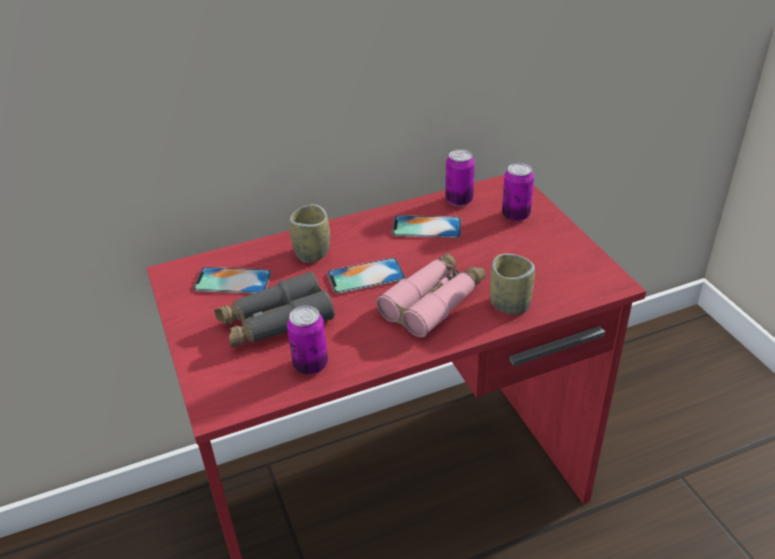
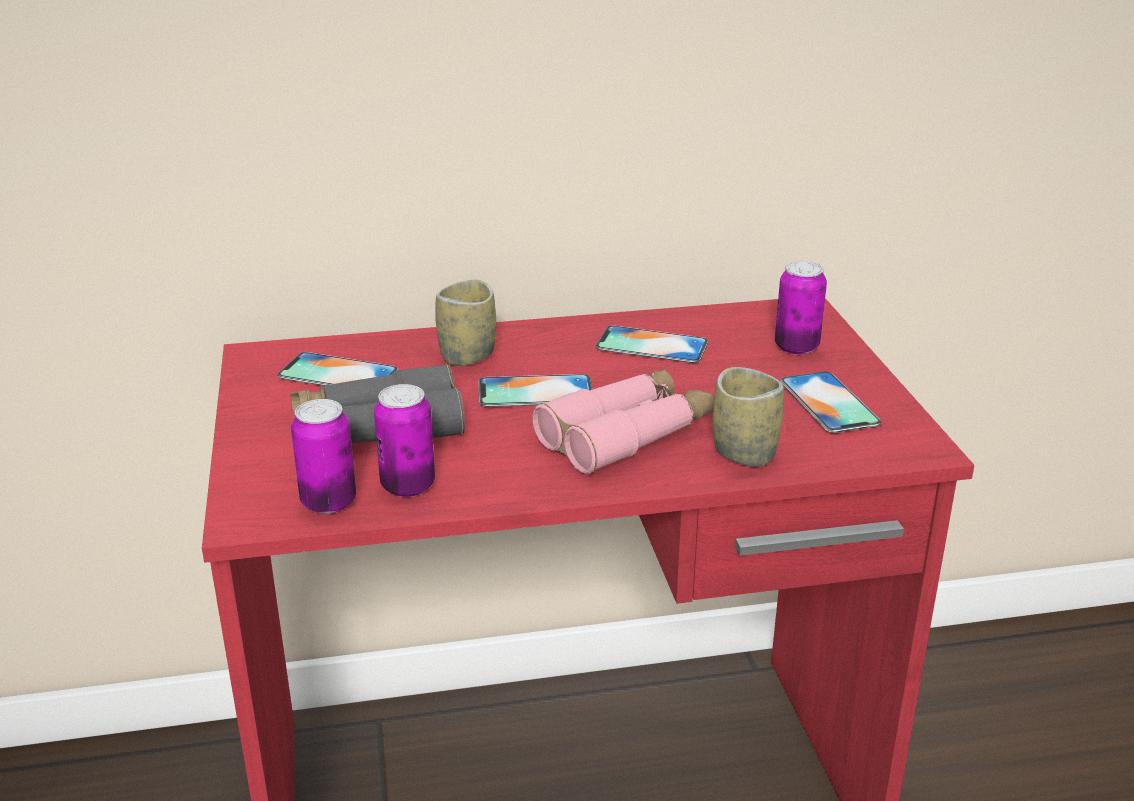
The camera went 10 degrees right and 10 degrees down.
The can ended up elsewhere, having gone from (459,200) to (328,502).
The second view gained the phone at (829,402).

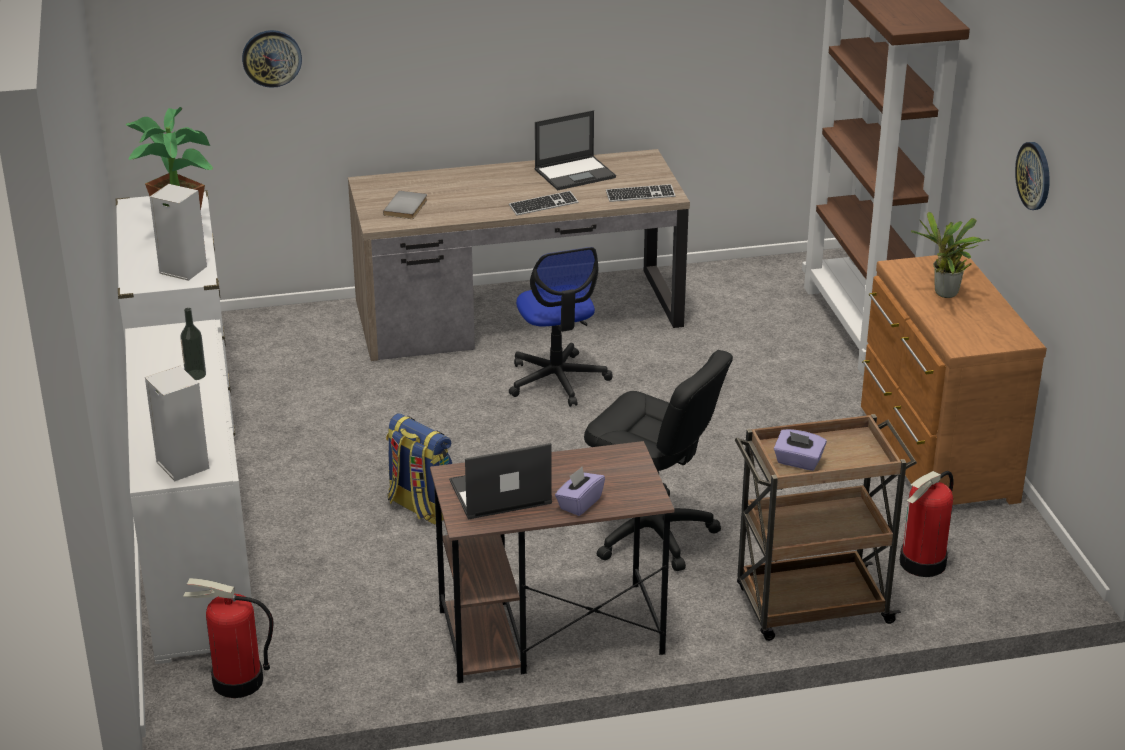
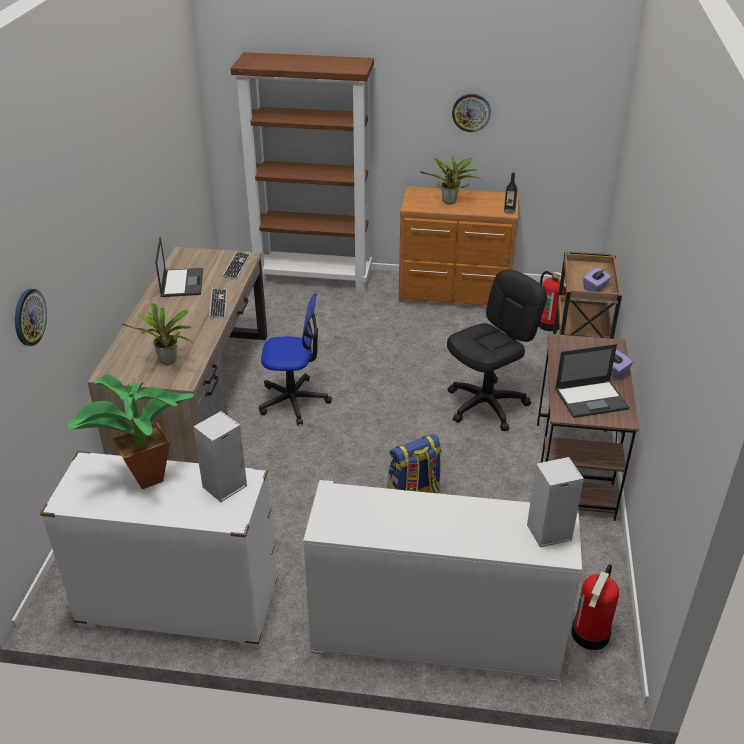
The camera went 70 degrees left and 5 degrees up.
Where the grey_book stood at (407,207), the potted_plant came to stand at (169,362).
The bottle ended up elsewhere, having gone from (195,375) to (509,211).
The laptop at (499,493) ended up facing another way, 105 degrees counterclockwise from before.

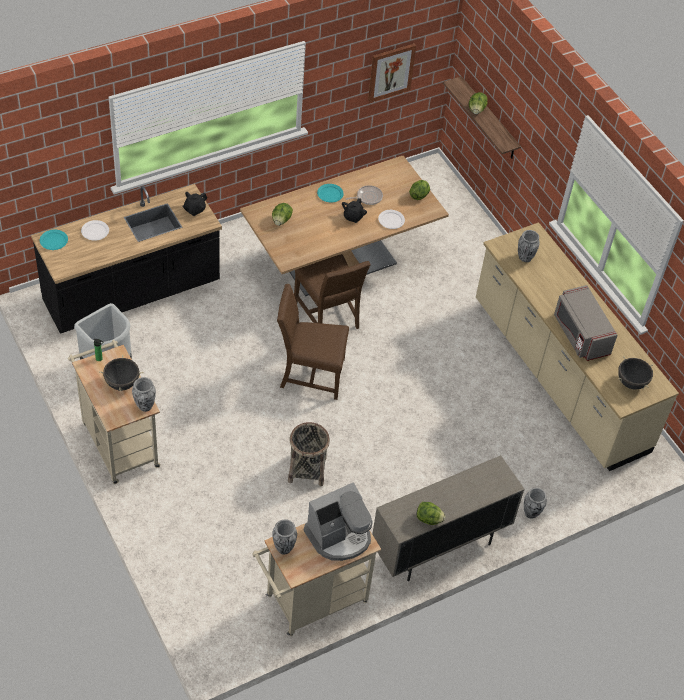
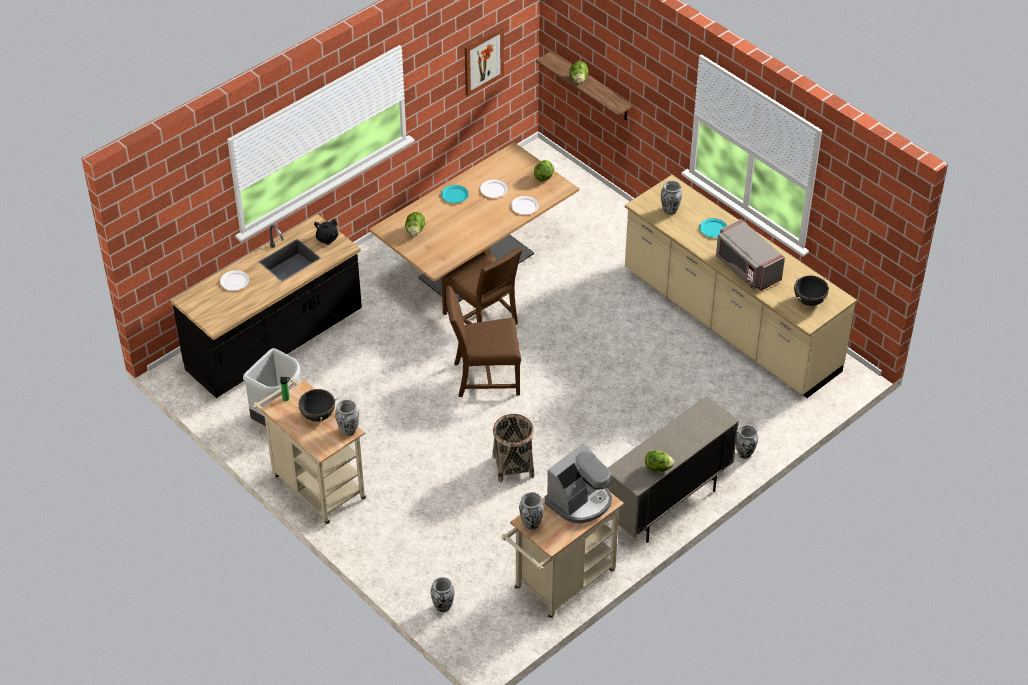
The camera went 10 degrees left and 5 degrees down.
Where the frying_pan stood at (368,197), the white_plate came to stand at (493,190).
The second view lost the black_teapot at (353,217).
The turquoise_plate ended up elsewhere, having gone from (54,240) to (713,229).
The second view gained the vase at (443,607).

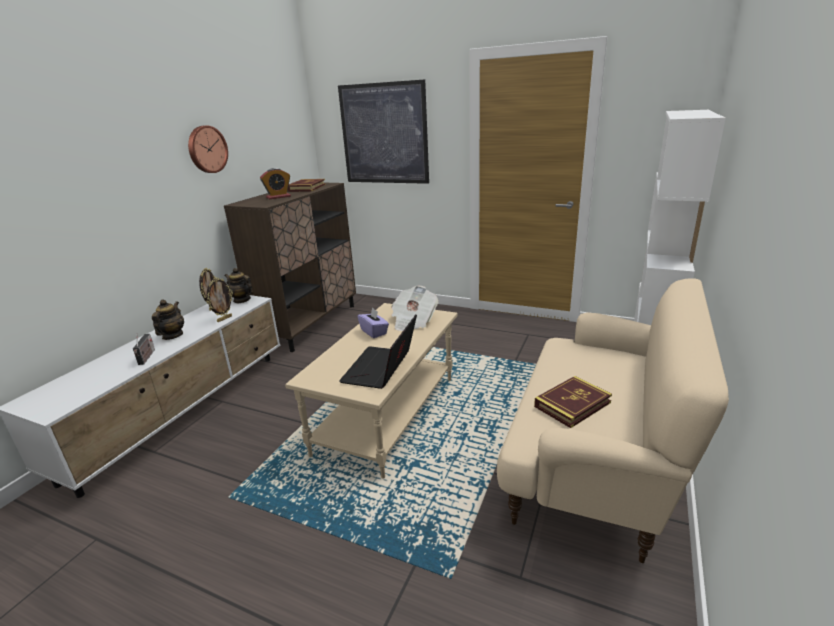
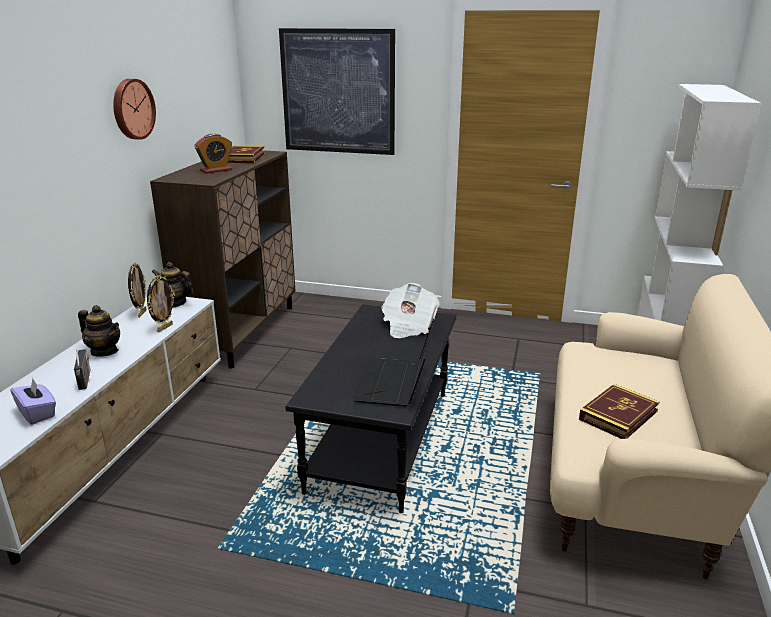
The camera went 10 degrees left and 0 degrees up.
The teapot at (172,336) ended up facing another way, 120 degrees clockwise from before.
What was the beige_coffee_table at (388,415) turned into the black_coffee_table at (383,440).
The purple_tissue_box ended up elsewhere, having gone from (374,332) to (37,413).

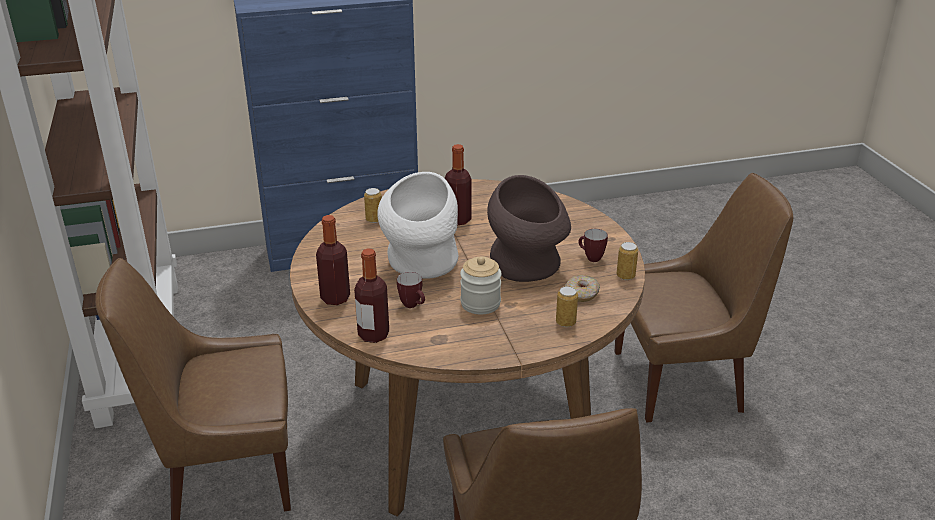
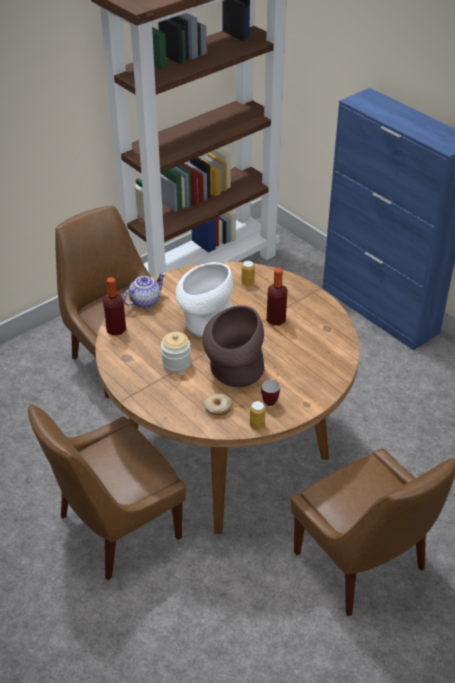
The camera went 65 degrees right and 10 degrees up.
Where the bottle stood at (335,298), the teapot came to stand at (145,301).
The second view lost the mug at (413,306).
The second view lost the can at (565,322).

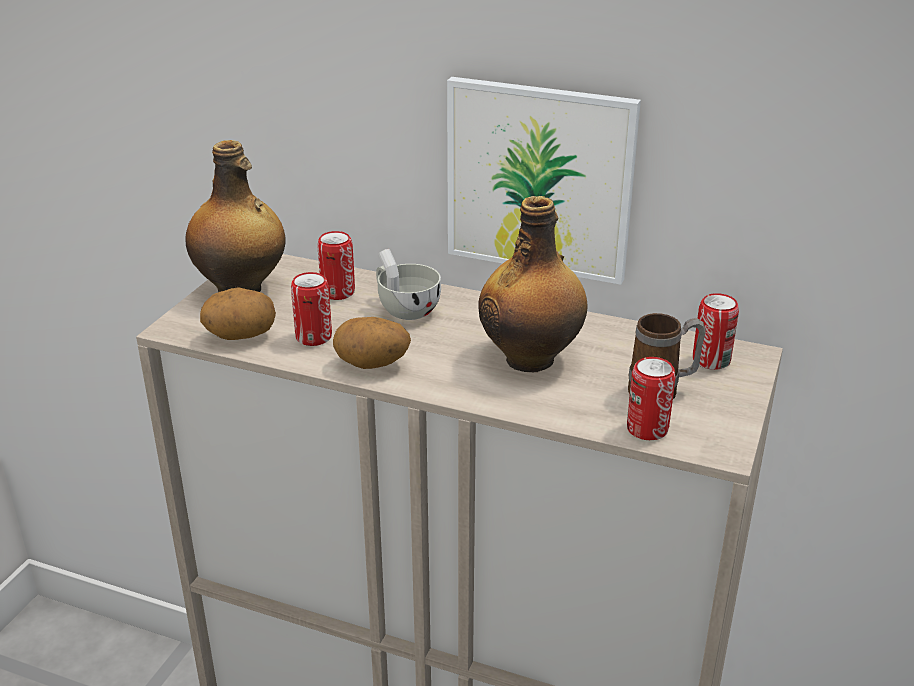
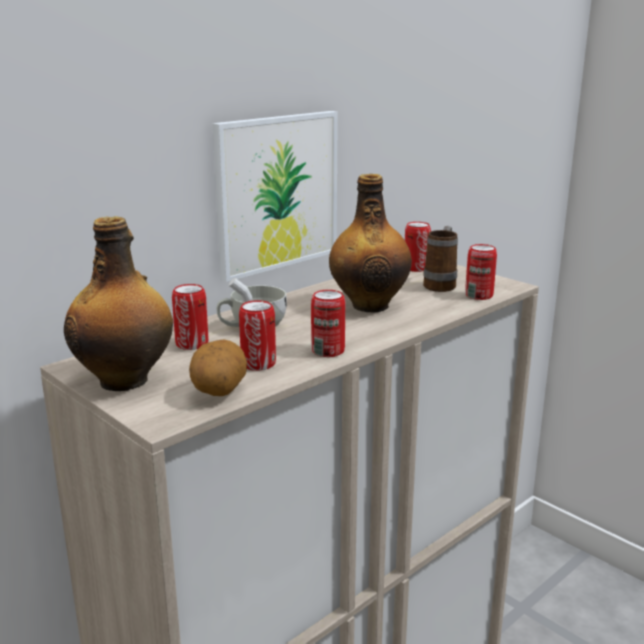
The camera went 65 degrees left and 10 degrees down.
Where the potato stood at (372,365), the can came to stand at (328,351).

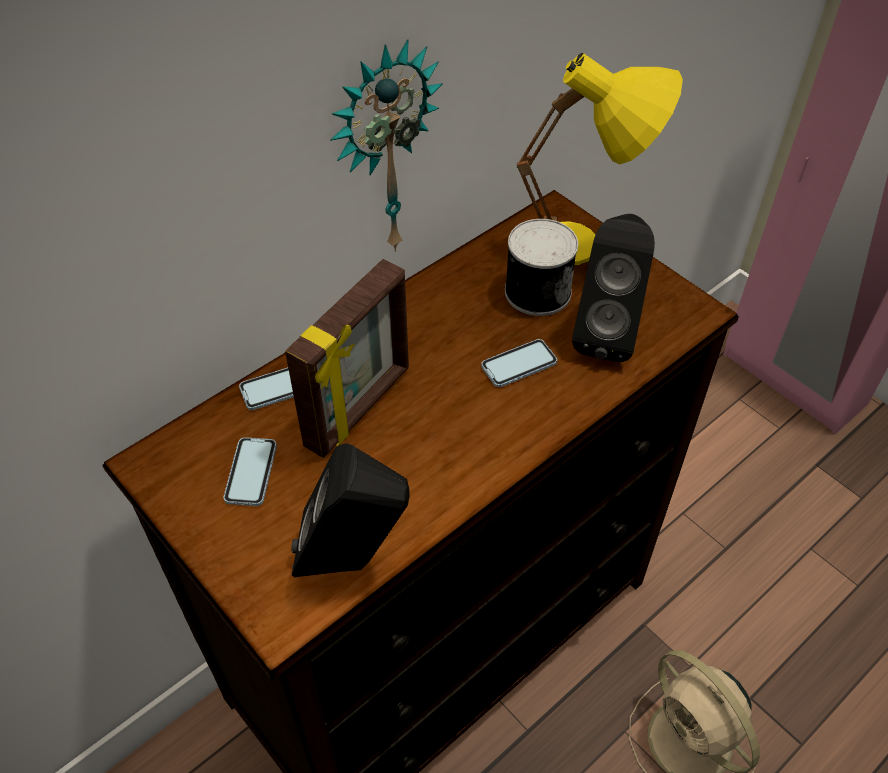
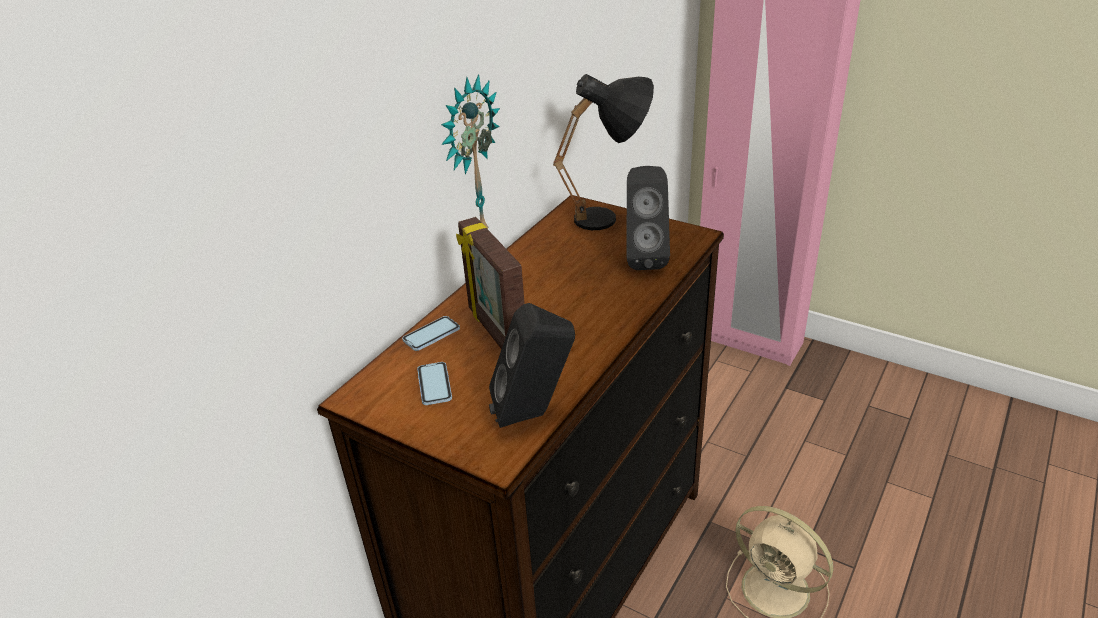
The camera went 15 degrees left and 15 degrees down.
What was the yellow_table_lamp at (590,249) turned into the black_table_lamp at (611,219).
The second view lost the can at (536,290).
The picture_frame at (360,408) ended up facing another way, 135 degrees clockwise from before.
The second view lost the phone at (519,365).

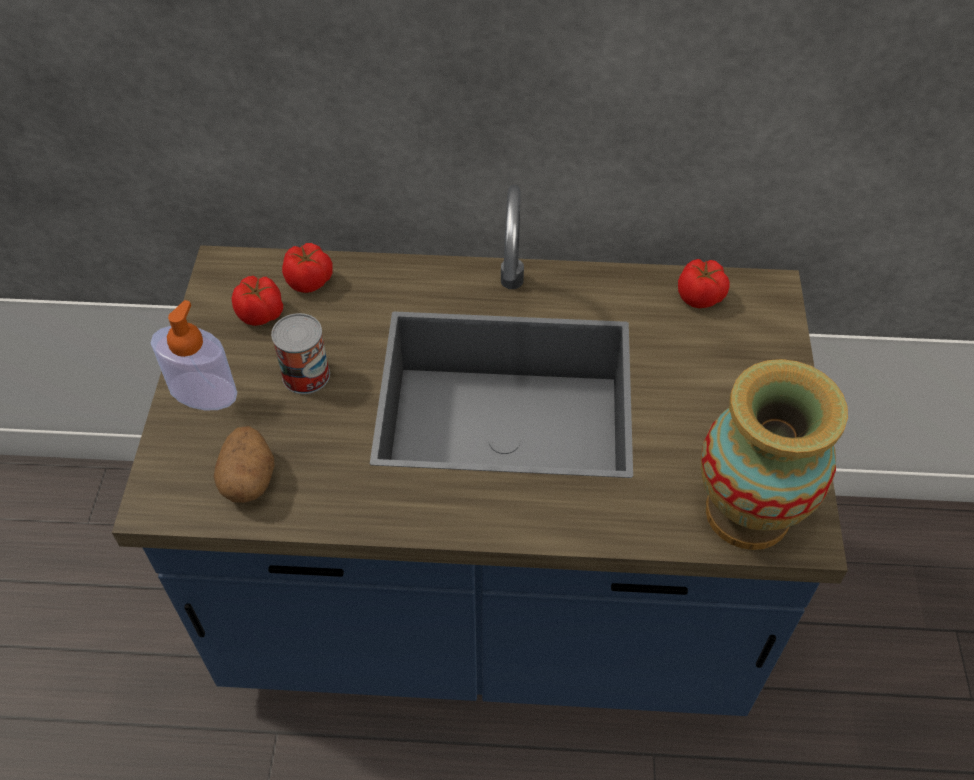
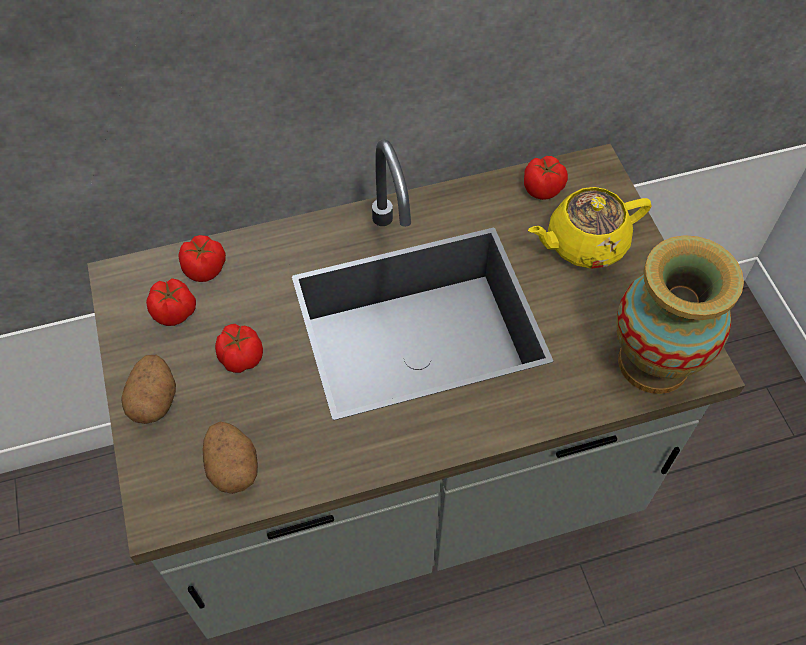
The camera went 20 degrees left and 5 degrees up.
What was the blue_counter at (487,604) turned into the grey_counter at (402,487).
Where the soap_dispenser stood at (203,391), the potato came to stand at (154,400).
Where the can stood at (306,375), the tomato came to stand at (241,356).
The second view gained the yellow_teapot at (584,243).

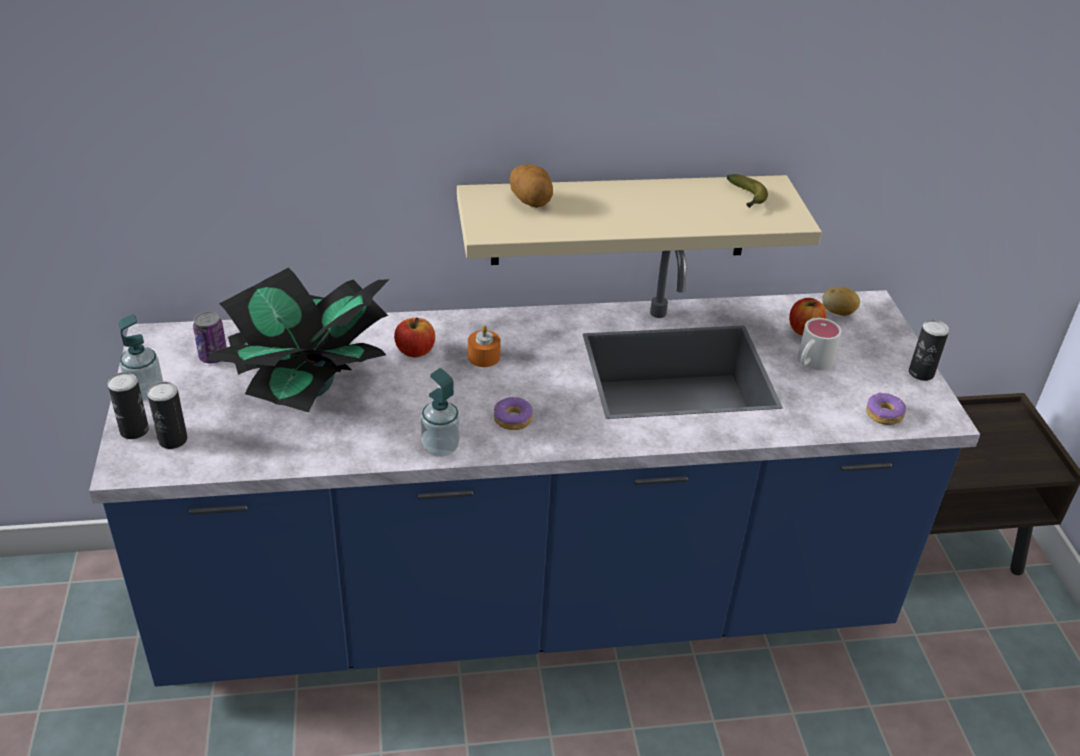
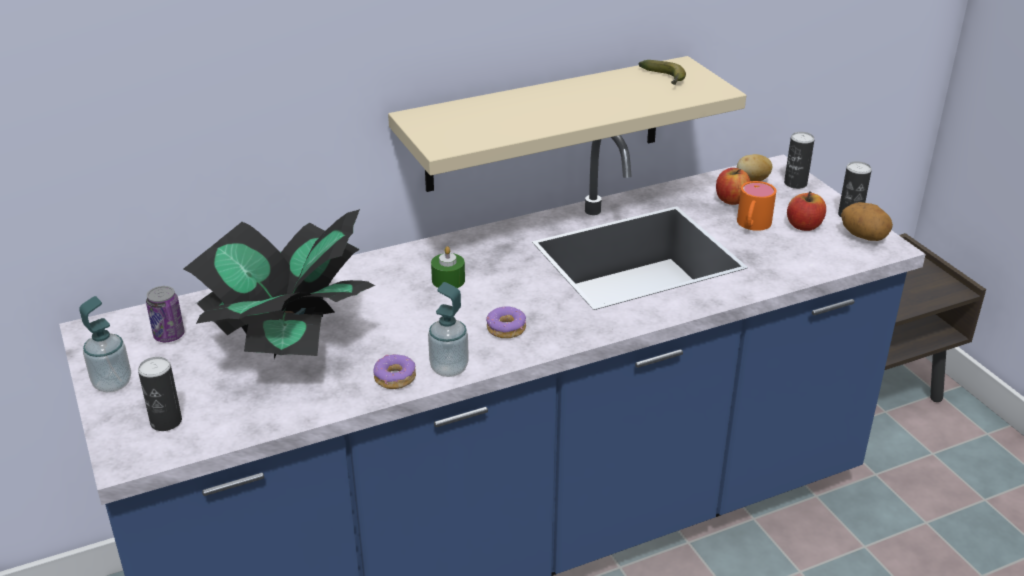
The camera went 15 degrees left and 5 degrees down.
The potato ended up elsewhere, having gone from (531,202) to (864,236).
The apple ended up elsewhere, having gone from (415,351) to (804,226).
What was the white_mug at (811,363) turned into the orange_mug at (752,225).
What was the orange_candle at (484,357) turned into the green_candle at (448,280).
The can ended up elsewhere, having gone from (134,430) to (795,183).
The donut ended up elsewhere, having gone from (883,414) to (394,378).

